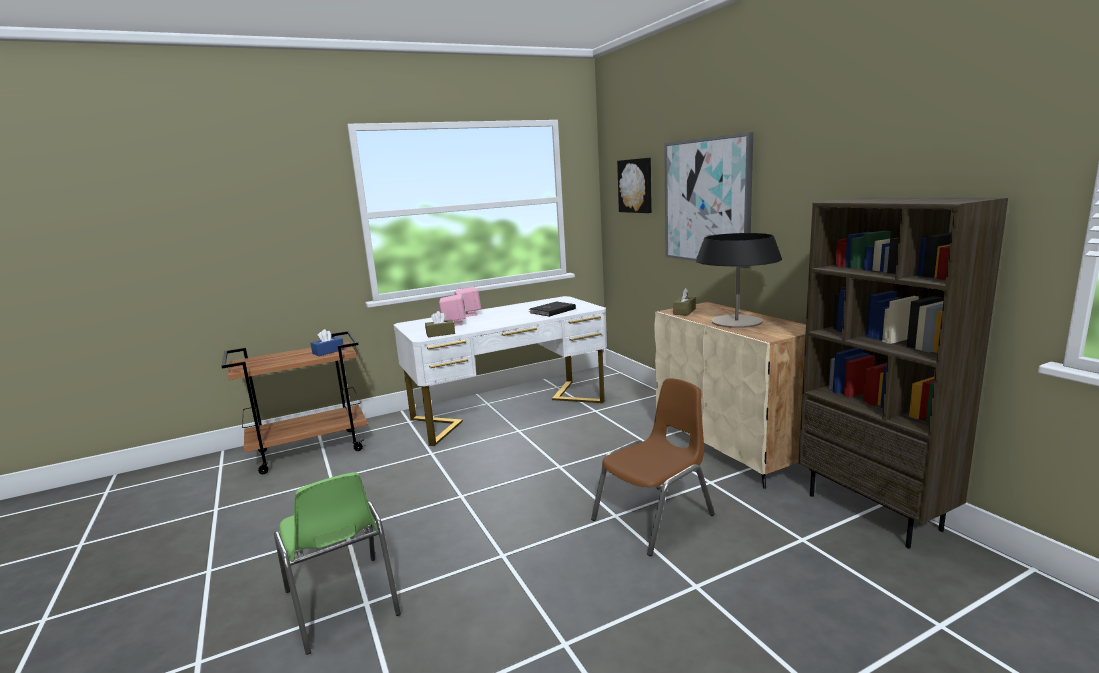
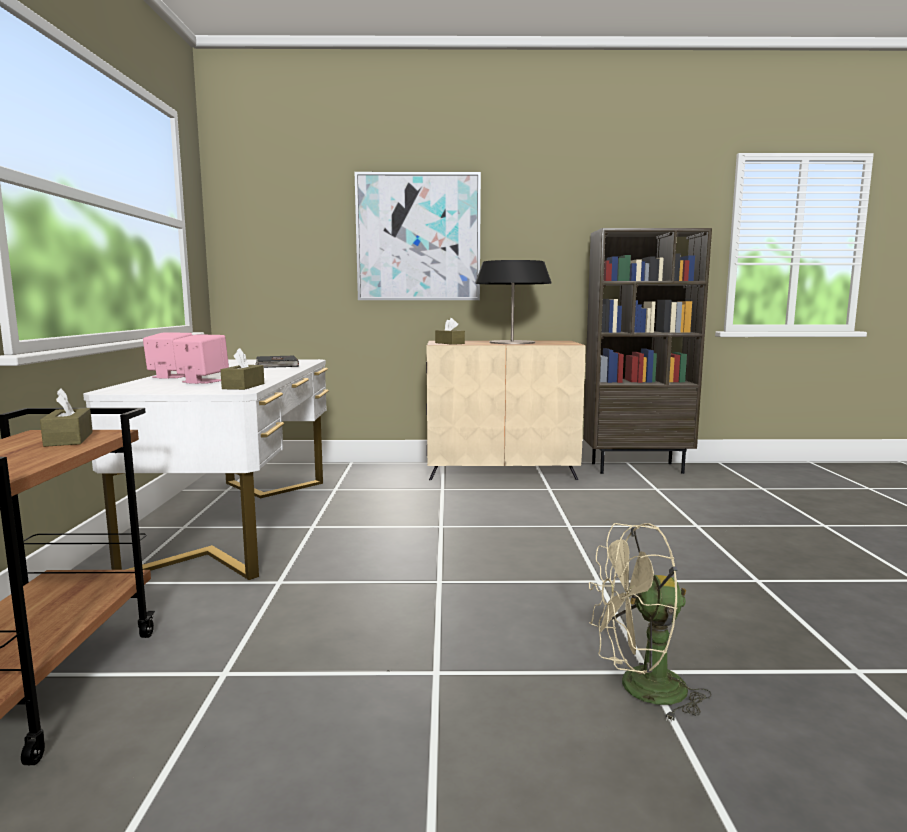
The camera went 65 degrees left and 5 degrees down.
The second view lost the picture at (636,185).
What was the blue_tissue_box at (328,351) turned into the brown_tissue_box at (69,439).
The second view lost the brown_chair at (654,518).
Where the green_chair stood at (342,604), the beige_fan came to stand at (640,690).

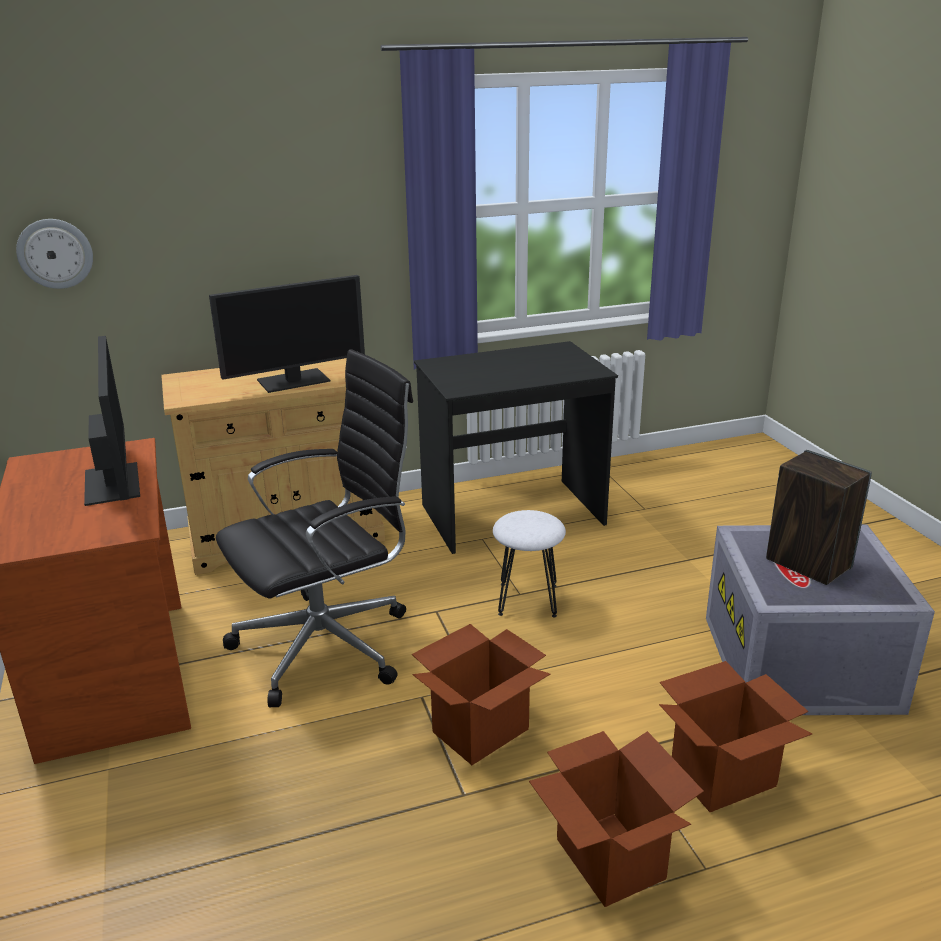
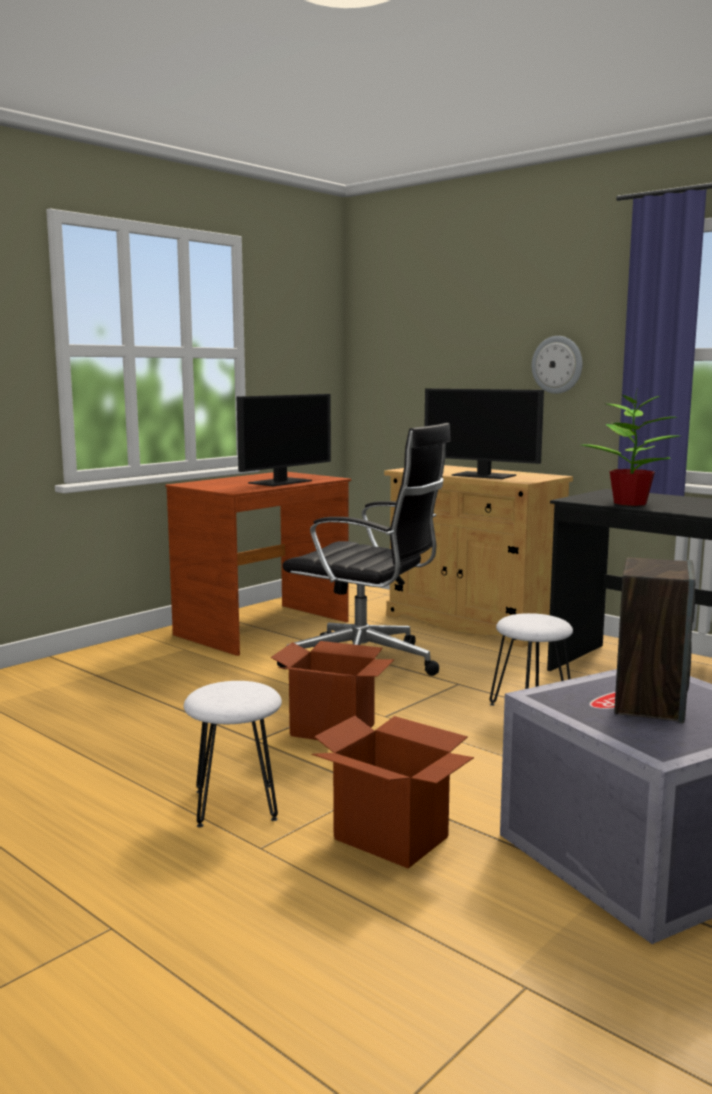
The camera went 60 degrees right and 15 degrees down.
The wall_clock ended up elsewhere, having gone from (55,253) to (557,364).
Where the cardboard_box stood at (609,858), the white_stool came to stand at (237,805).
The second view gained the potted_plant at (631,503).

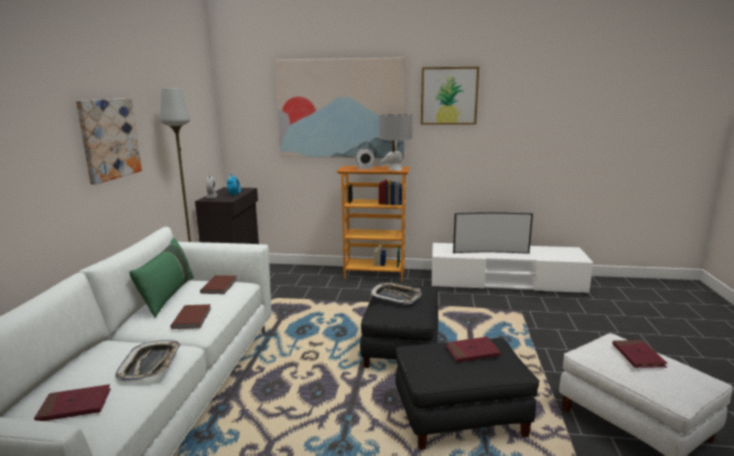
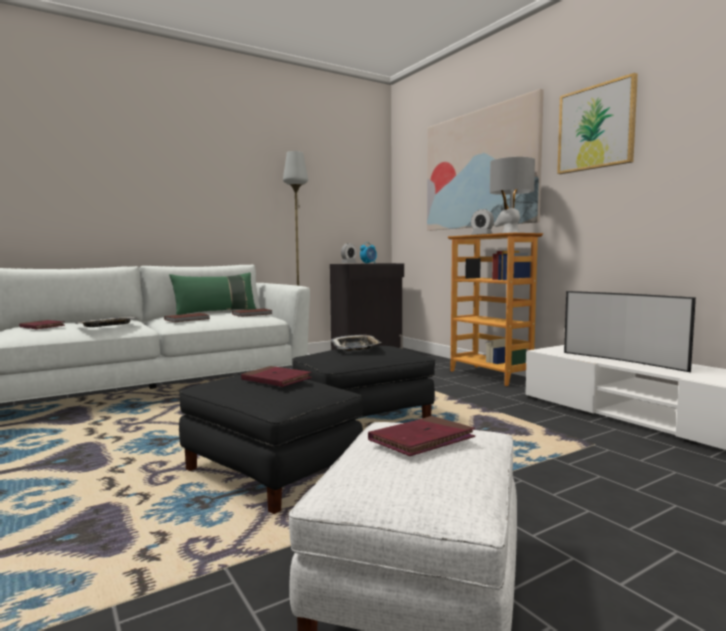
The camera went 50 degrees right and 10 degrees down.
The second view lost the picture at (109,139).

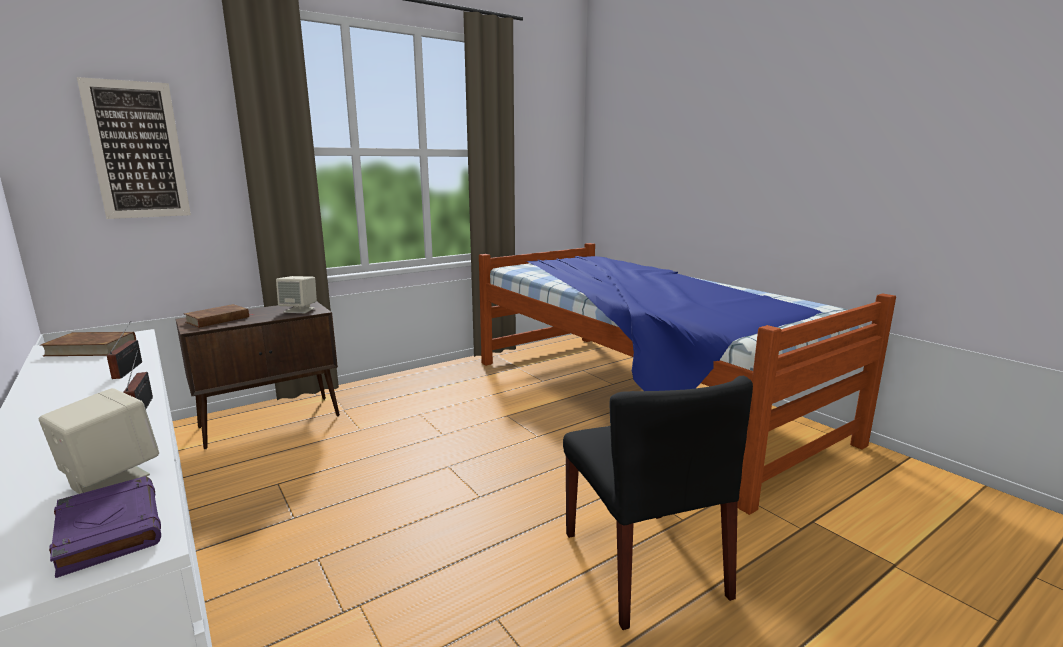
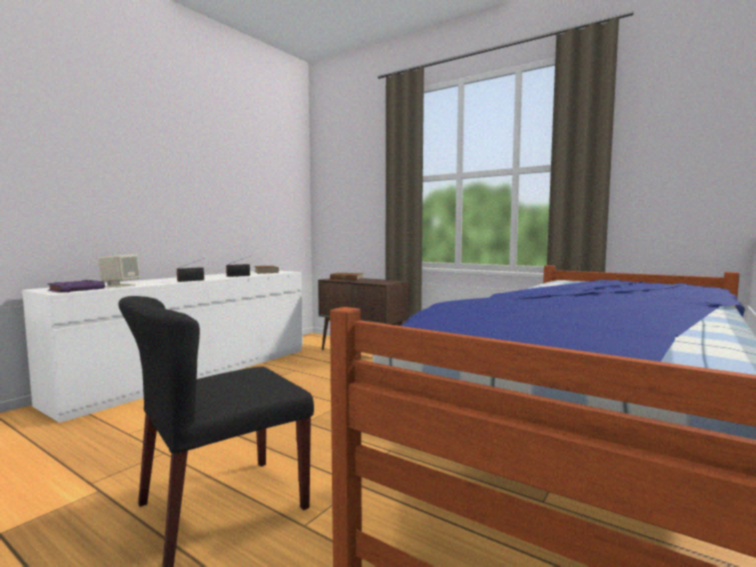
The camera went 70 degrees right and 10 degrees down.
The second view lost the picture at (137,150).
The second view lost the beige_speaker at (299,310).

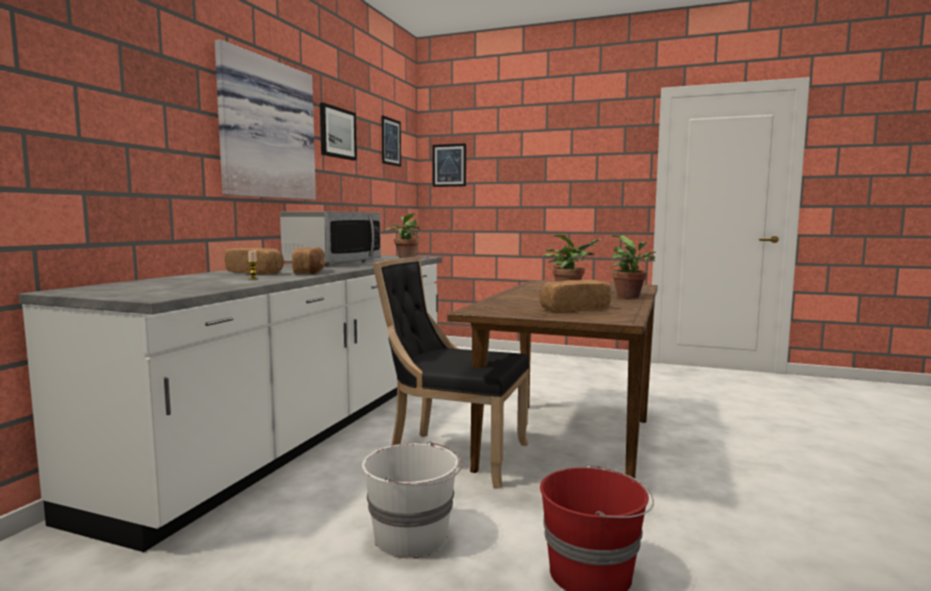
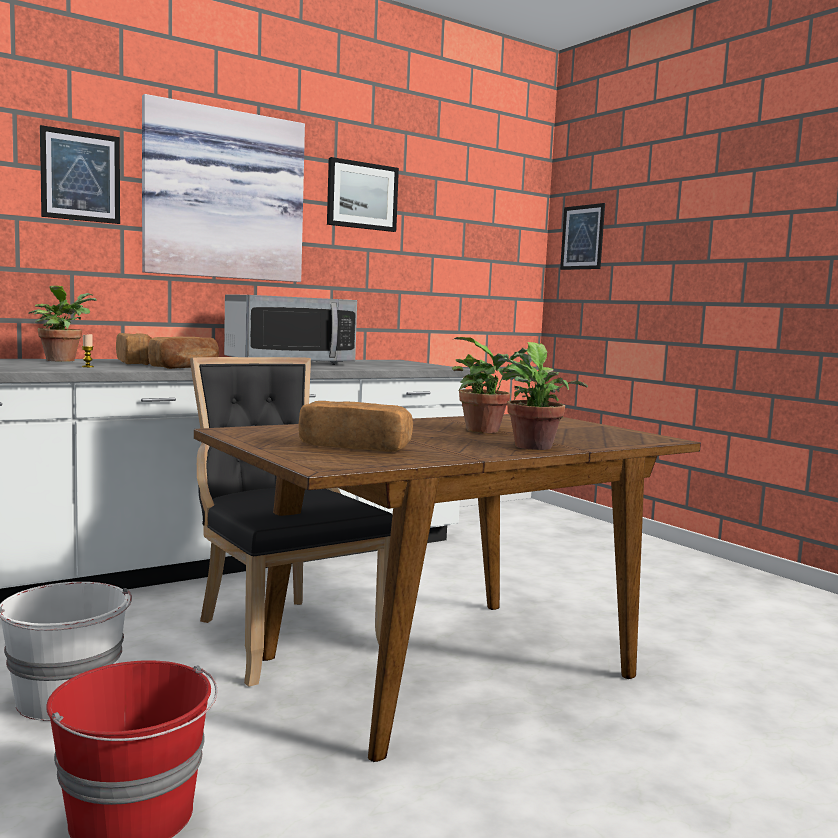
The camera went 35 degrees right and 0 degrees up.
The picture ended up elsewhere, having gone from (391,141) to (80,176).
The potted_plant ended up elsewhere, having gone from (405,257) to (62,360).

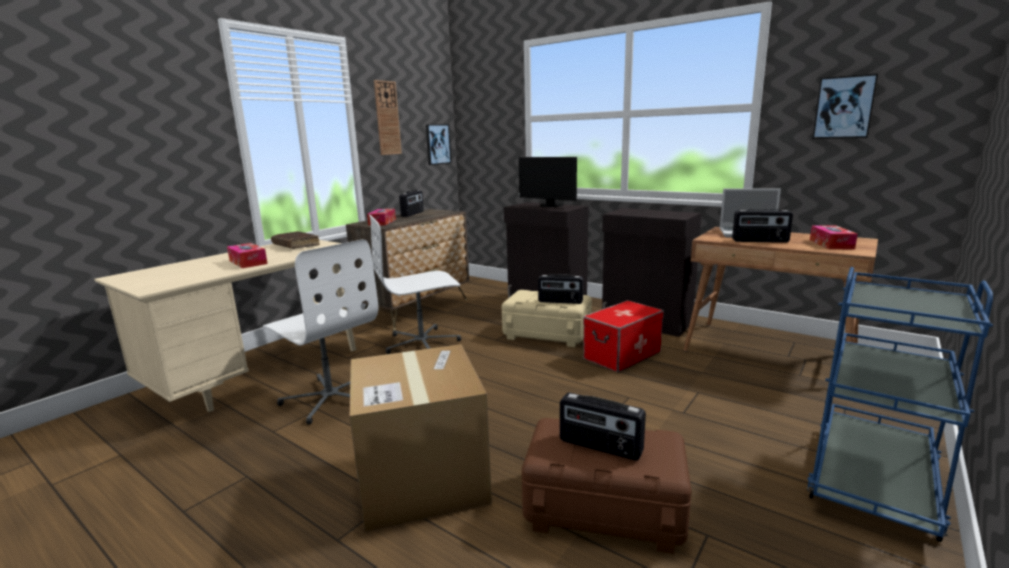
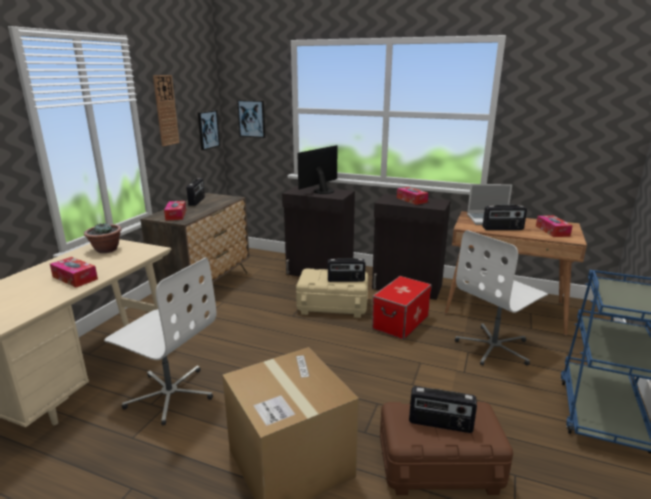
The camera went 15 degrees left and 5 degrees up.
The picture ended up elsewhere, having gone from (844,107) to (252,118).
The monitor at (550,205) ended up facing another way, 105 degrees clockwise from before.
The white_office_chair ended up elsewhere, having gone from (422,343) to (494,347).
Where the brown_book stood at (296,245), the potted_plant came to stand at (106,250).
The second view gained the tissue_box at (411,200).

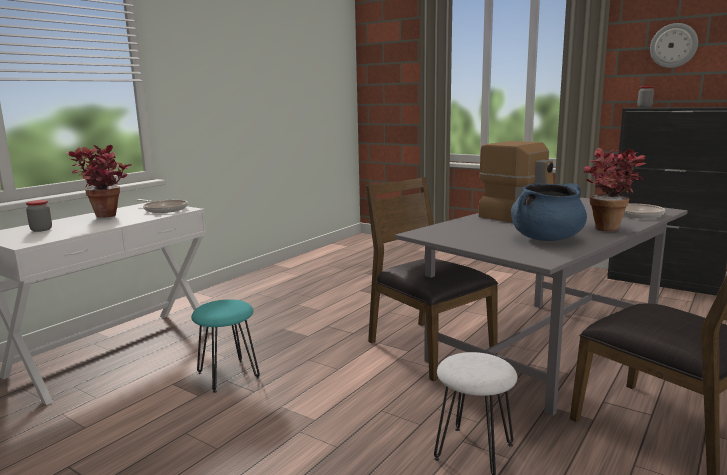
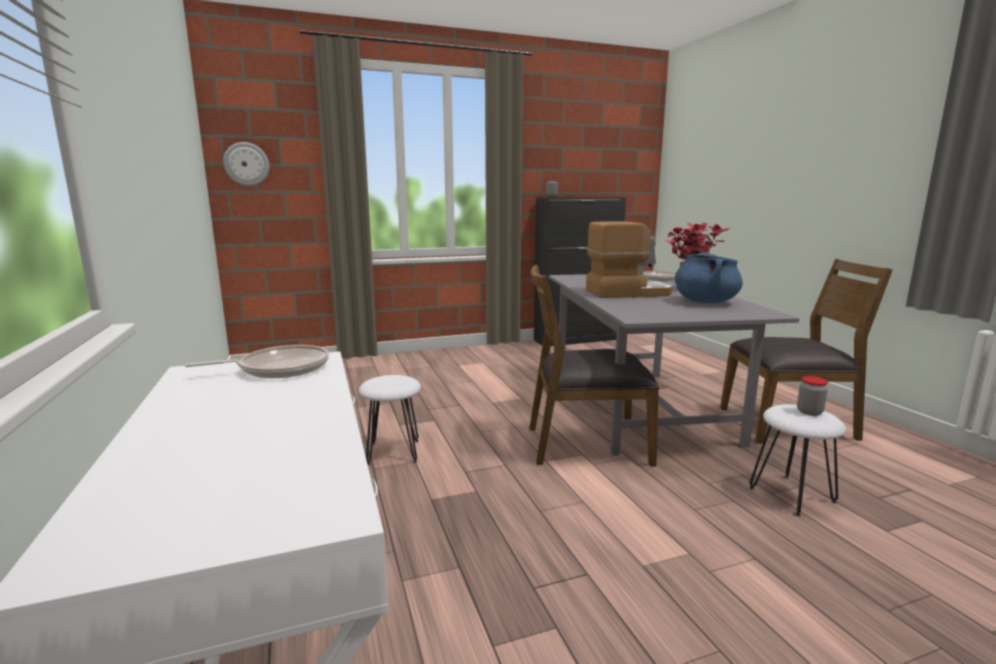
The camera went 55 degrees left and 0 degrees up.
The wall_clock ended up elsewhere, having gone from (673,45) to (246,164).
The second view lost the potted_plant at (106,217).
The jar ended up elsewhere, having gone from (41,230) to (809,412).
The second view lost the turquoise_stool at (227,376).
The second view gained the white_stool at (393,451).

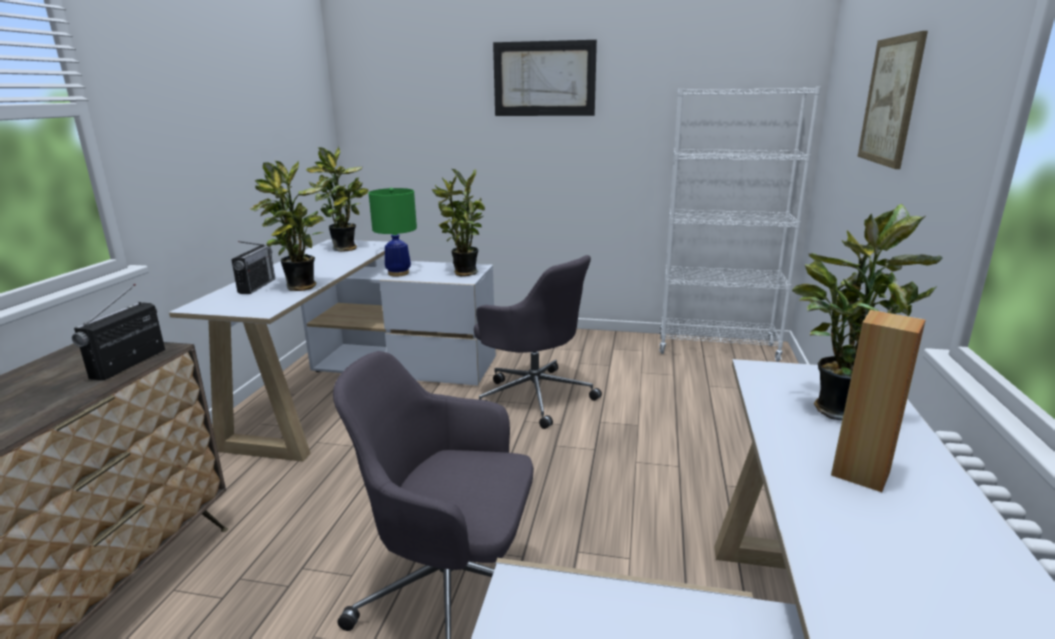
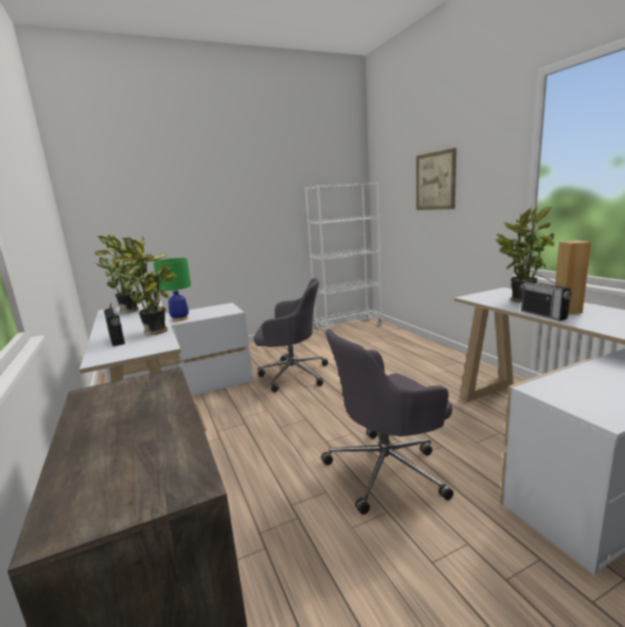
The camera went 35 degrees left and 5 degrees down.
The second view lost the picture at (544,79).
The second view lost the potted_plant at (463,273).
The radio ended up elsewhere, having gone from (129,364) to (543,315).

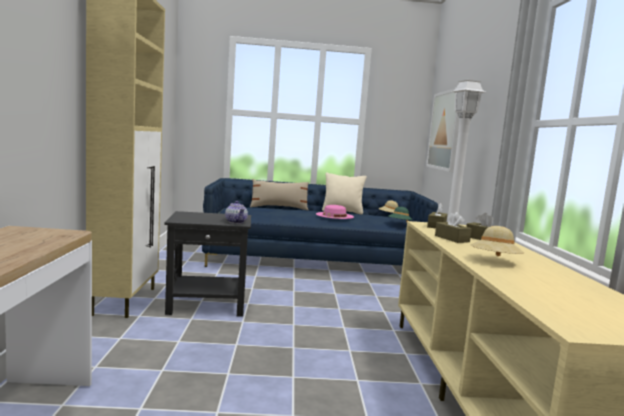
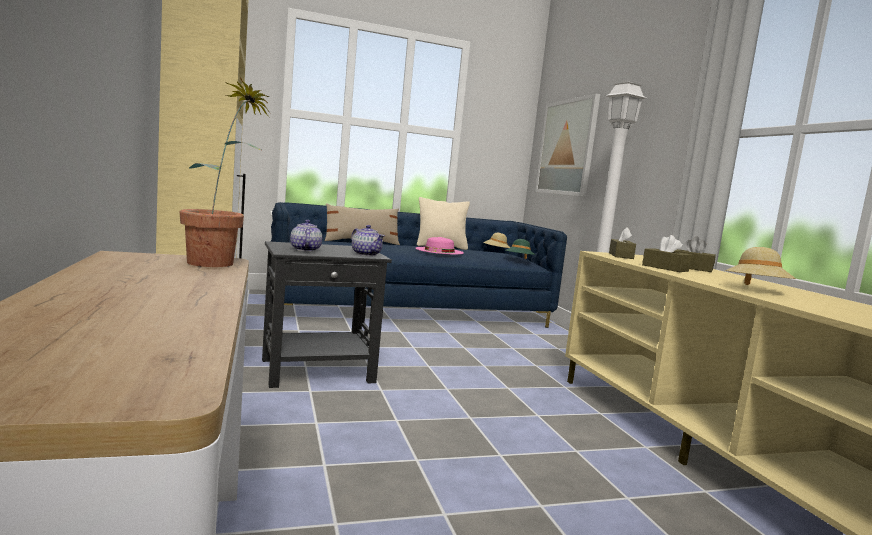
The camera went 15 degrees left and 0 degrees up.
The second view gained the potted_plant at (221,262).
The second view gained the teapot at (305,250).

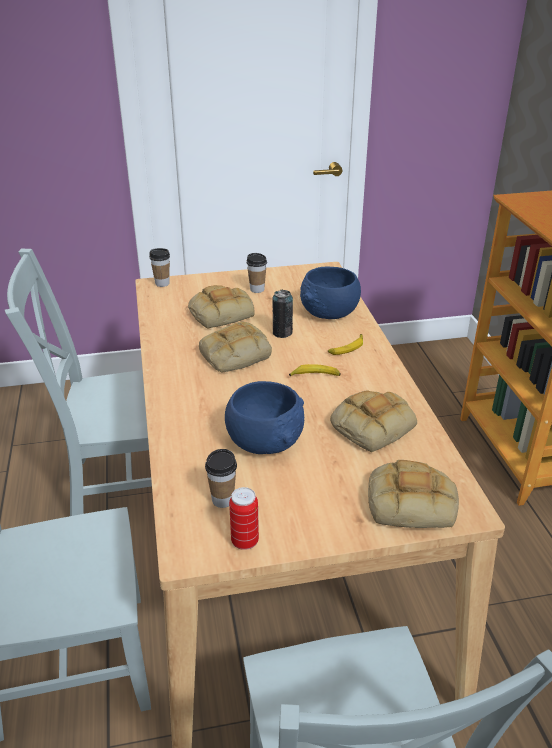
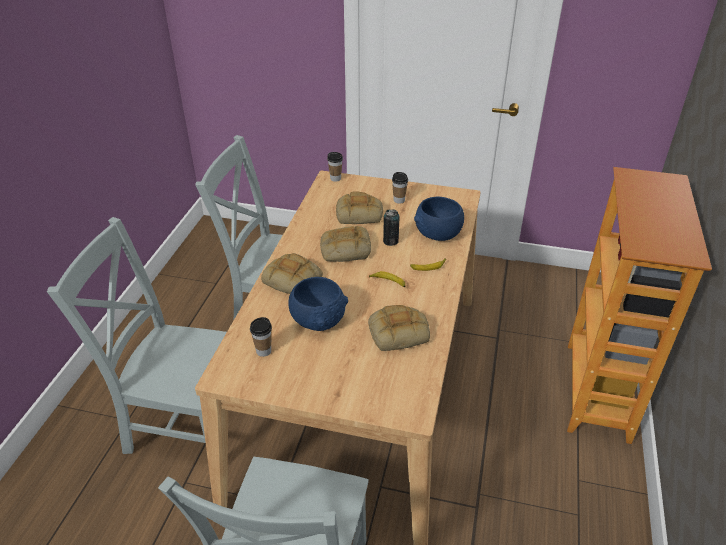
The camera went 25 degrees right and 5 degrees up.
The bread ended up elsewhere, having gone from (412,502) to (294,279).
The second view lost the can at (245,541).

